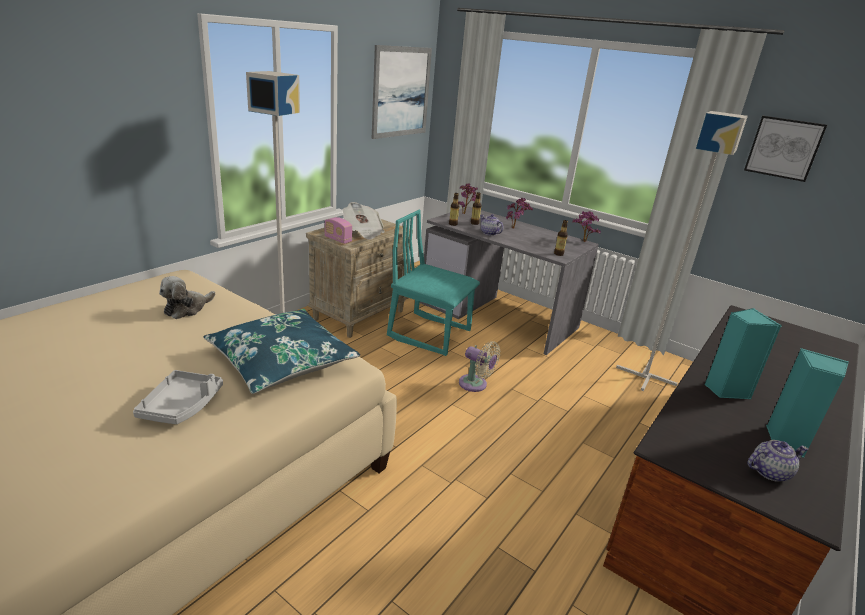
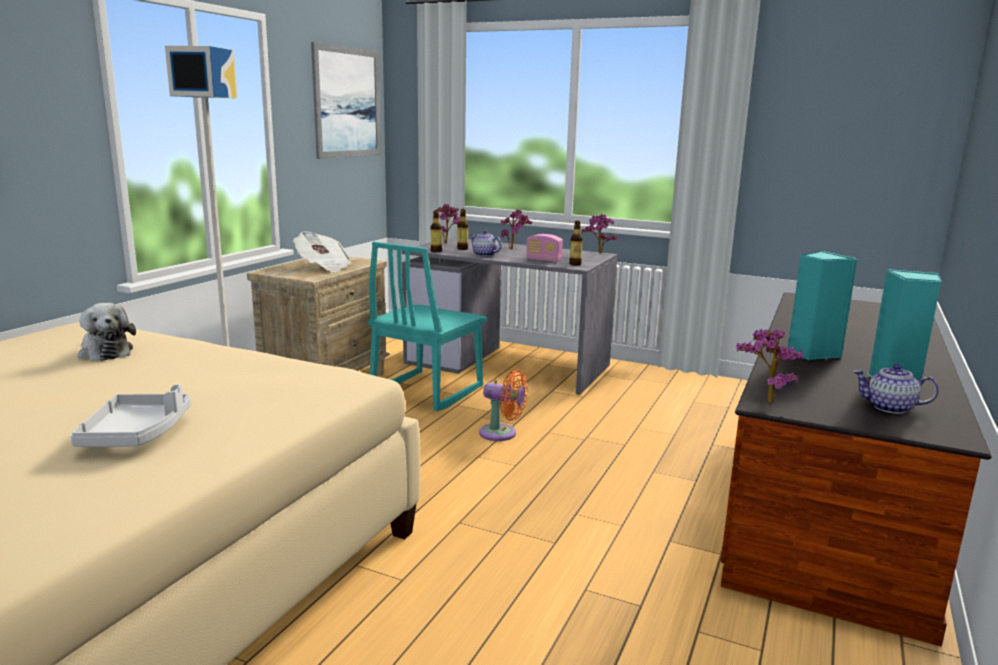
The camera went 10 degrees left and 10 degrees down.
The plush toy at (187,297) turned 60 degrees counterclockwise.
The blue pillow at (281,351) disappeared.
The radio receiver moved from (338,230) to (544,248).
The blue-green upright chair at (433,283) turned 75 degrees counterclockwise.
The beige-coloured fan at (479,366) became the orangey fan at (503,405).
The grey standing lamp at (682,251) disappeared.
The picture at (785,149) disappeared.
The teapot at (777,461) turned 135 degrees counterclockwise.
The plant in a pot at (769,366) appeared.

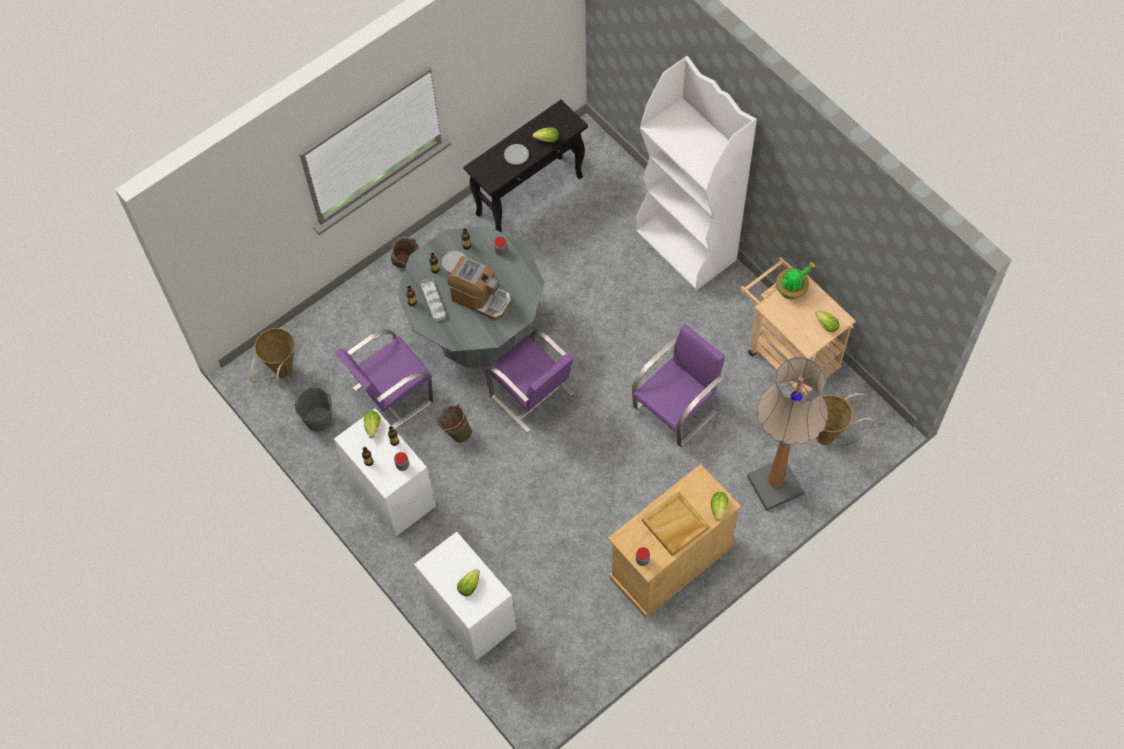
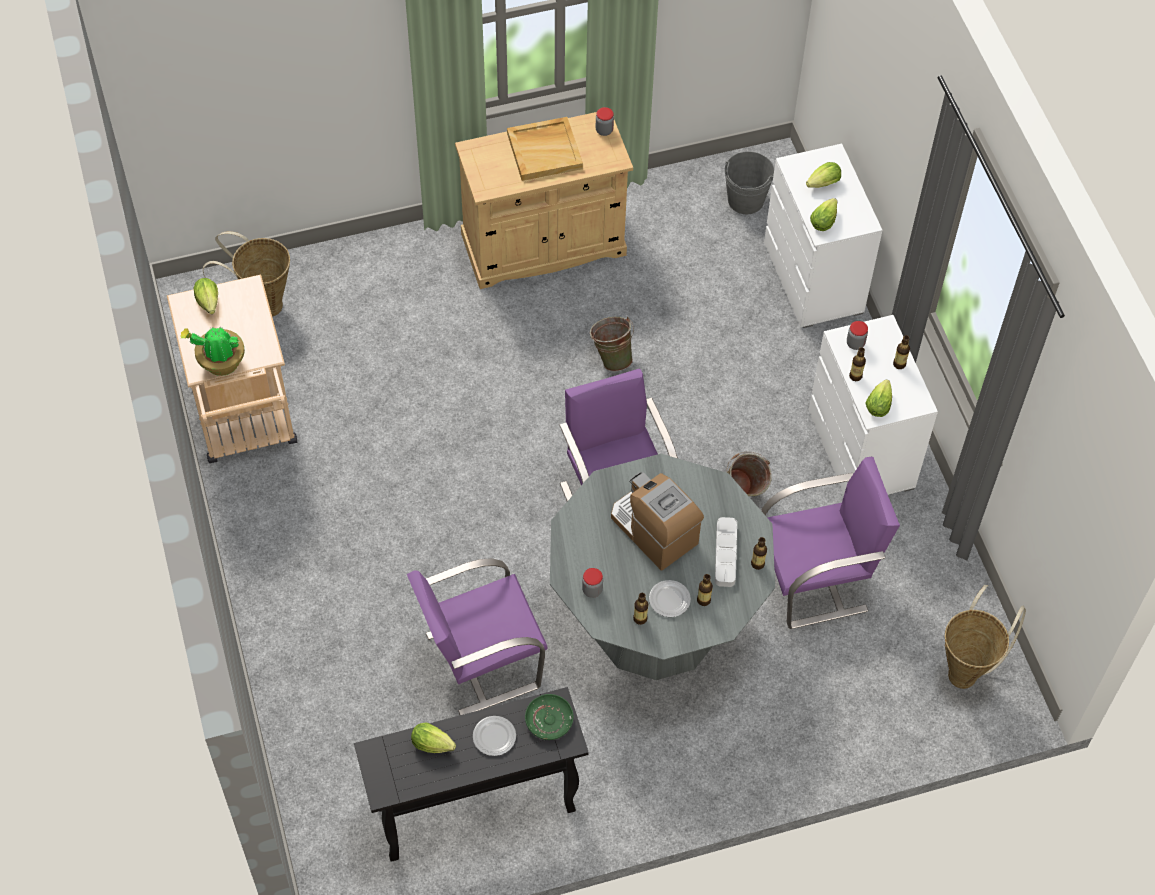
The camera went 160 degrees left and 5 degrees down.
The grey bucket moved from (313,408) to (749,182).
The greenish bucket moved from (405,252) to (612,344).
The purplish upright chair moved from (678,385) to (477,636).
The whitish bookcase at (696,173) disappeared.
The lettuce moved from (720,506) to (823,214).
The standing lamp at (787,434) disappeared.
The greenish plate at (549,717) appeared.

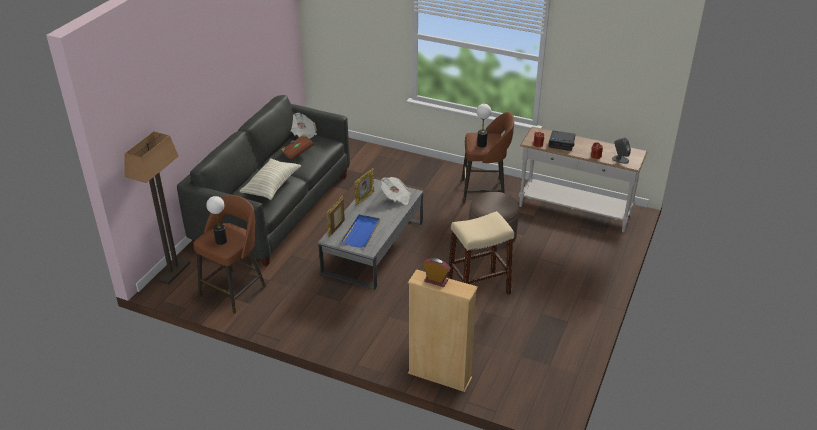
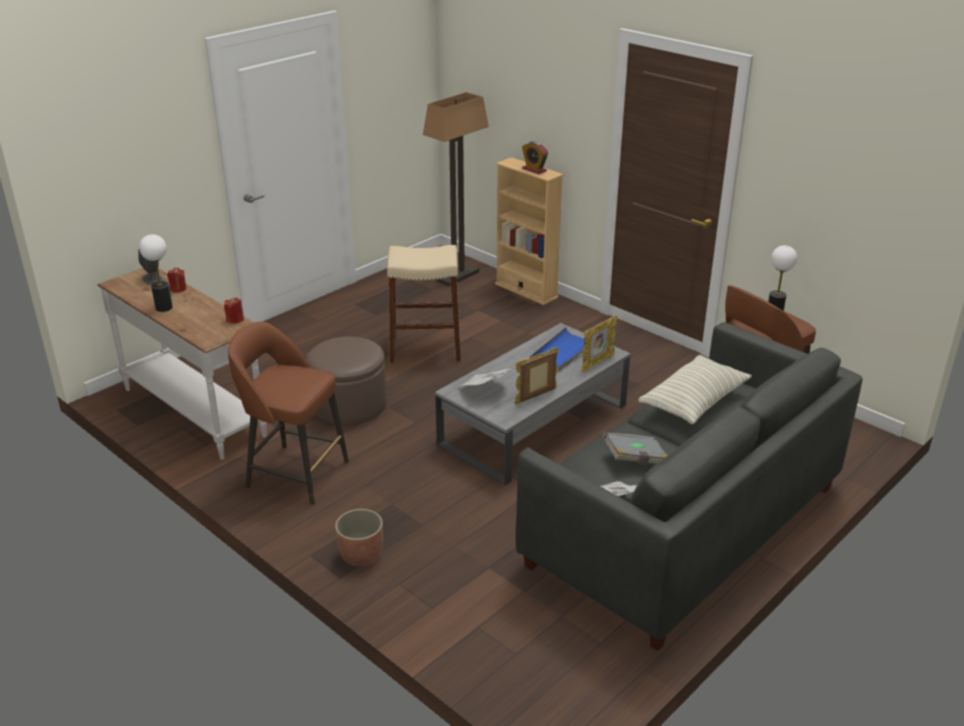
The camera went 160 degrees left and 5 degrees down.
The standing lamp moved from (157,208) to (456,189).
The brown bound book at (297,147) became the grey bound book at (635,448).
The table lamp moved from (483,125) to (156,273).
The bedside clock at (562,140) disappeared.
The plant pot at (359,537) appeared.

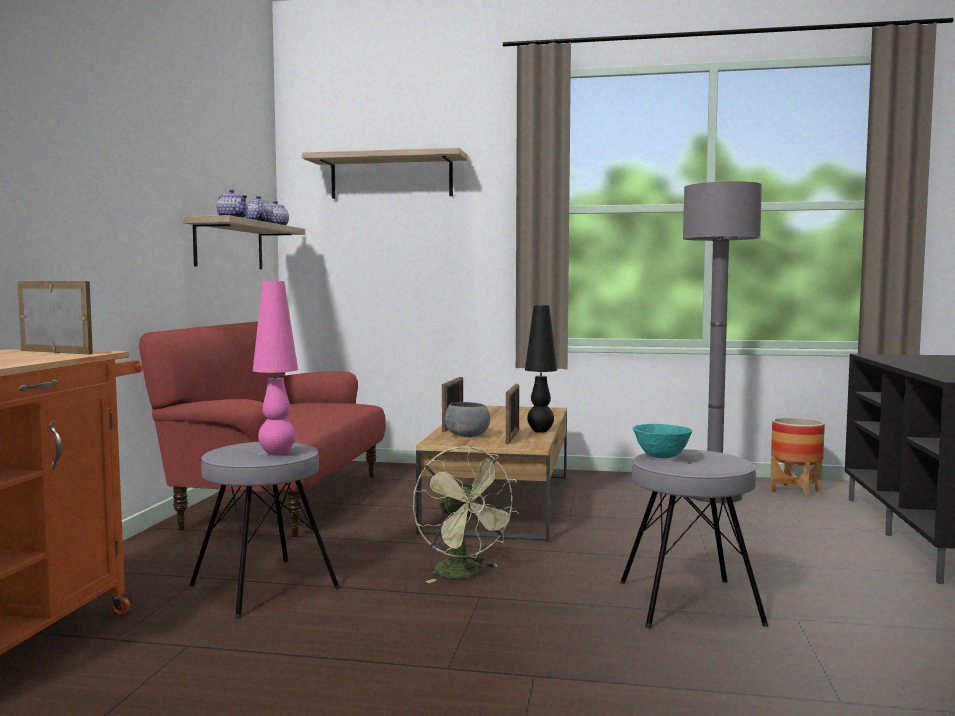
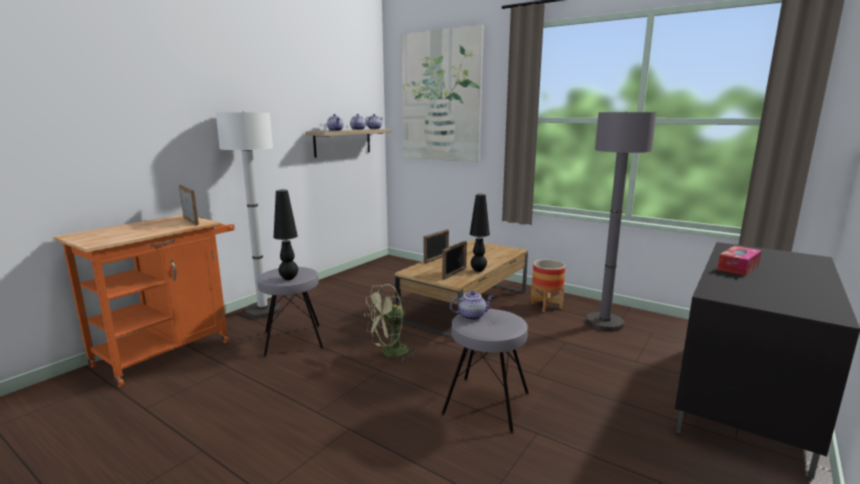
The camera went 25 degrees right and 10 degrees up.
The red-coloured settee at (262,429) disappeared.
The pink table lamp at (275,368) became the black table lamp at (285,235).
The wall shelf at (385,173) was replaced by the picture at (442,93).
The greenish fan at (466,514) turned 60 degrees clockwise.
The grey bowl at (467,419) disappeared.
The blue-green bowl at (662,441) was replaced by the teapot at (472,305).
The plant pot moved from (797,457) to (547,286).
The whitish standing lamp at (248,215) appeared.
The tissue holder at (739,261) appeared.

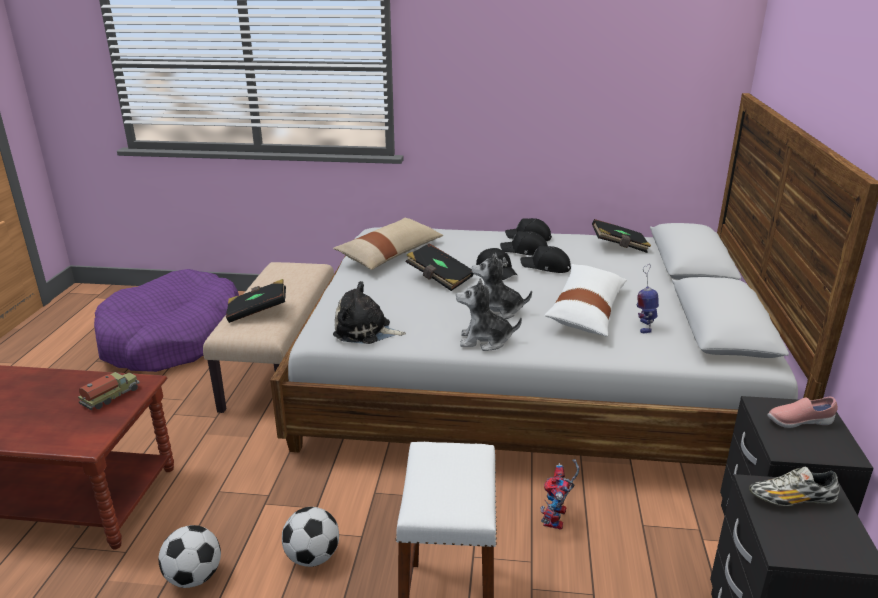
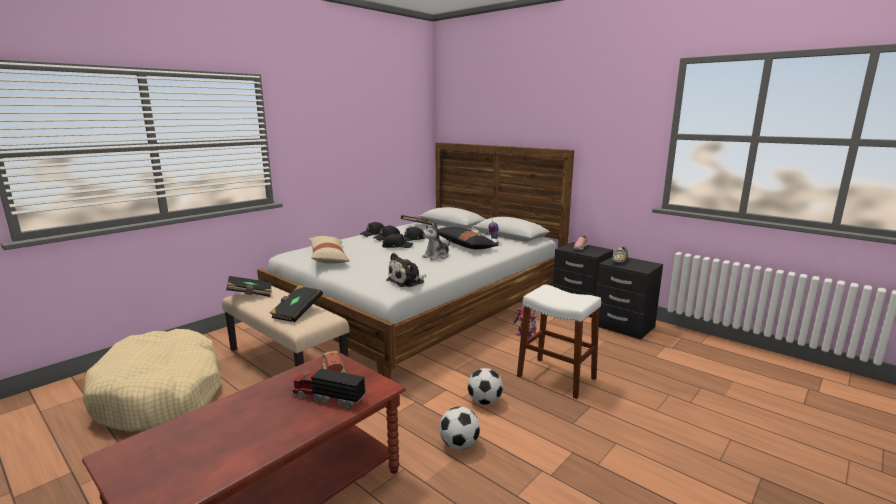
The camera went 55 degrees left and 10 degrees down.
The purplish dog cushion at (166,320) became the beige-coloured dog cushion at (152,380).
The black bound book moved from (440,267) to (249,286).
The plush toy at (489,314) disappeared.
The whitish pillow at (585,300) became the black pillow at (468,238).
The toy truck at (328,389) appeared.

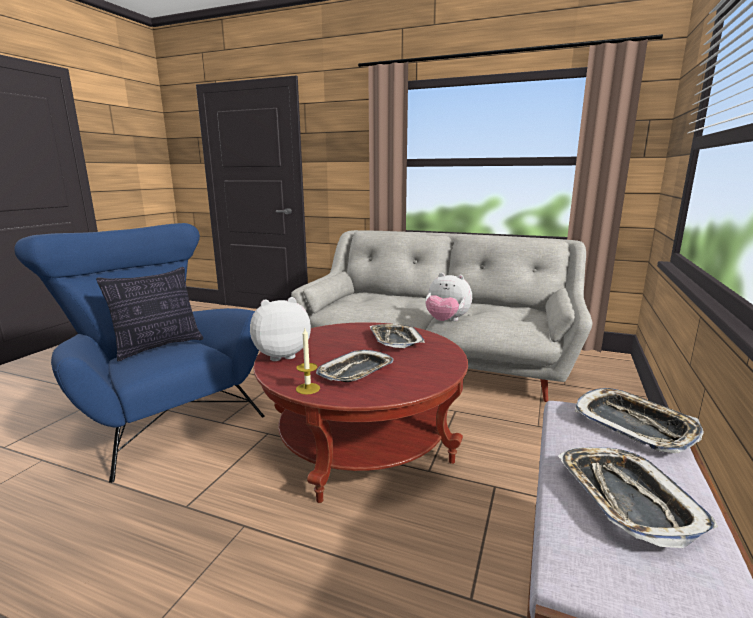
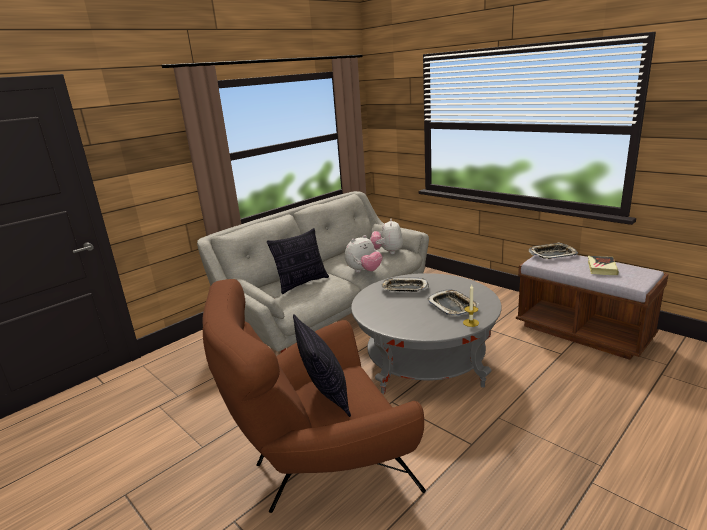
The camera went 65 degrees left and 5 degrees up.
The blue easy chair at (139,353) became the brown easy chair at (314,396).
The plush toy moved from (280,329) to (386,236).
The red-coloured low table at (360,412) became the grey low table at (426,333).
The tray at (638,497) was replaced by the bound book at (603,265).
The pillow at (298,261) appeared.

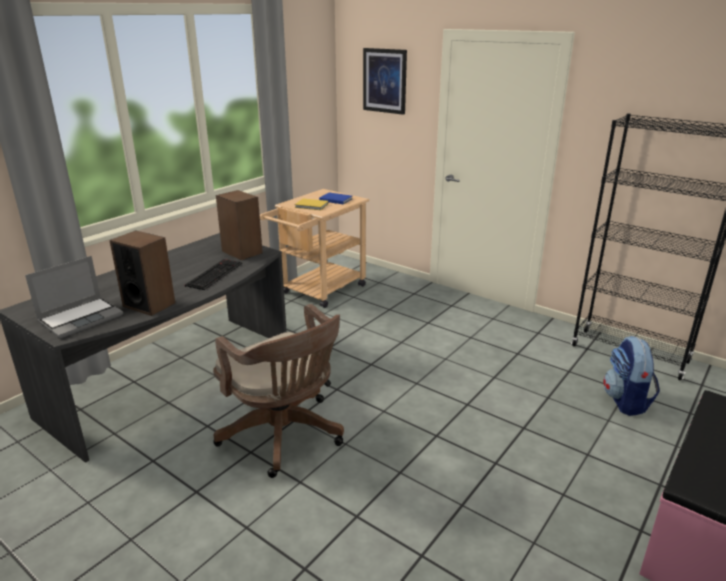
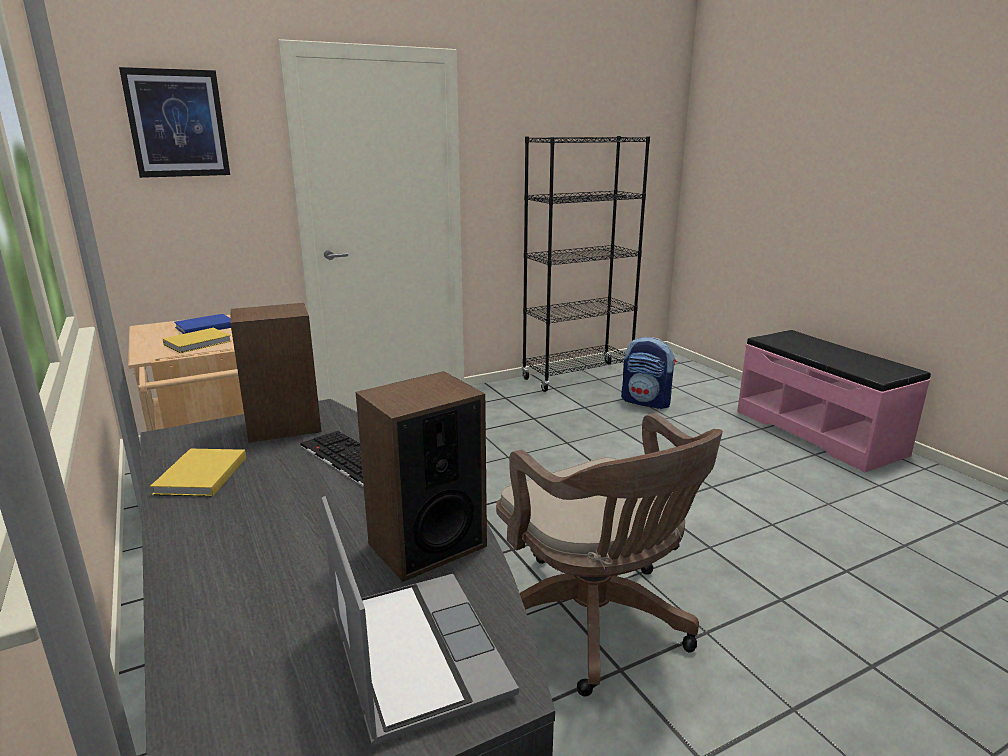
The camera went 65 degrees left and 5 degrees down.
The brown desk chair at (278,391) turned 75 degrees clockwise.
The yellow-coloured bound book at (198,473) appeared.

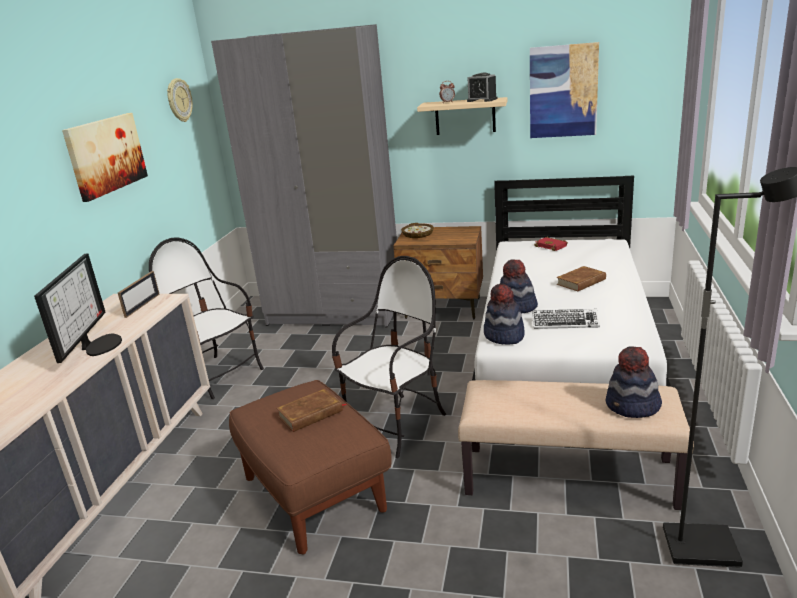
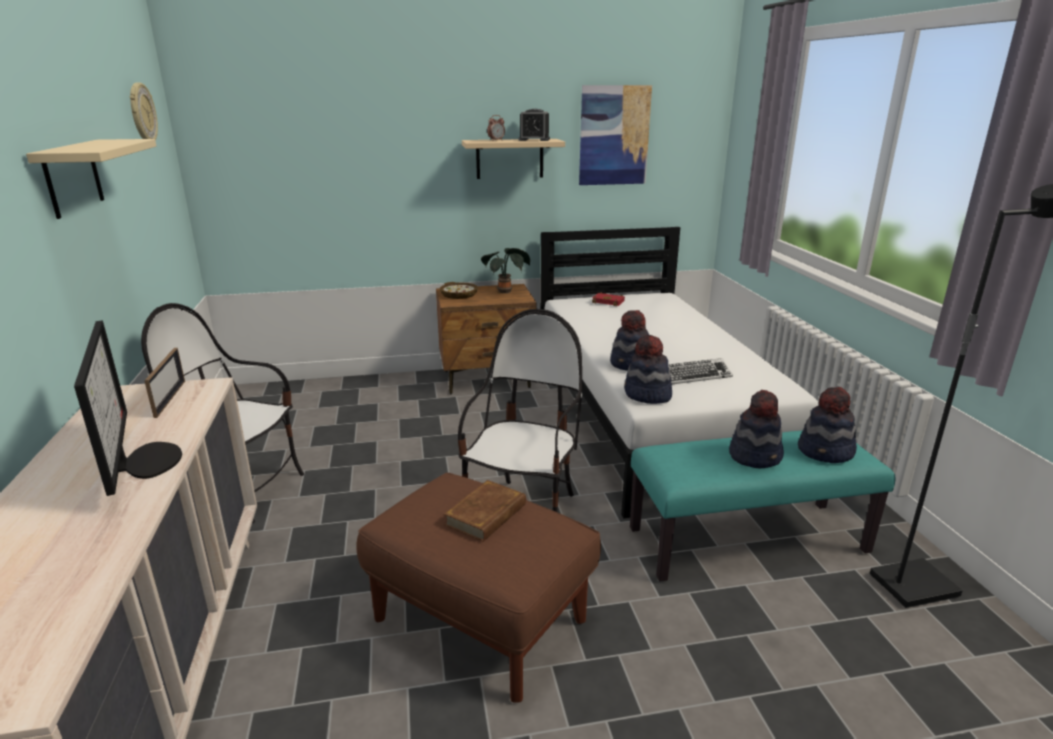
The camera went 25 degrees left and 0 degrees up.
The picture at (105,157) was replaced by the beige-coloured wall shelf at (91,179).
The grey clothes cupboard at (304,175) disappeared.
The beige-coloured long seat at (576,445) became the blue-green long seat at (763,506).
The brown bound book at (581,278) disappeared.
The plant in a pot at (505,270) appeared.
The wearable hat at (756,429) appeared.

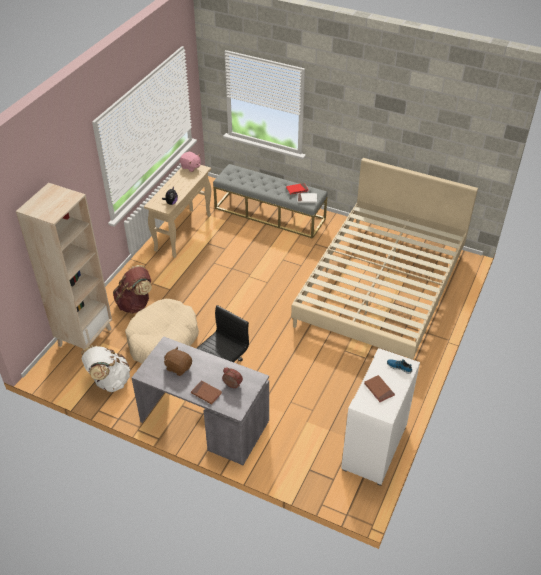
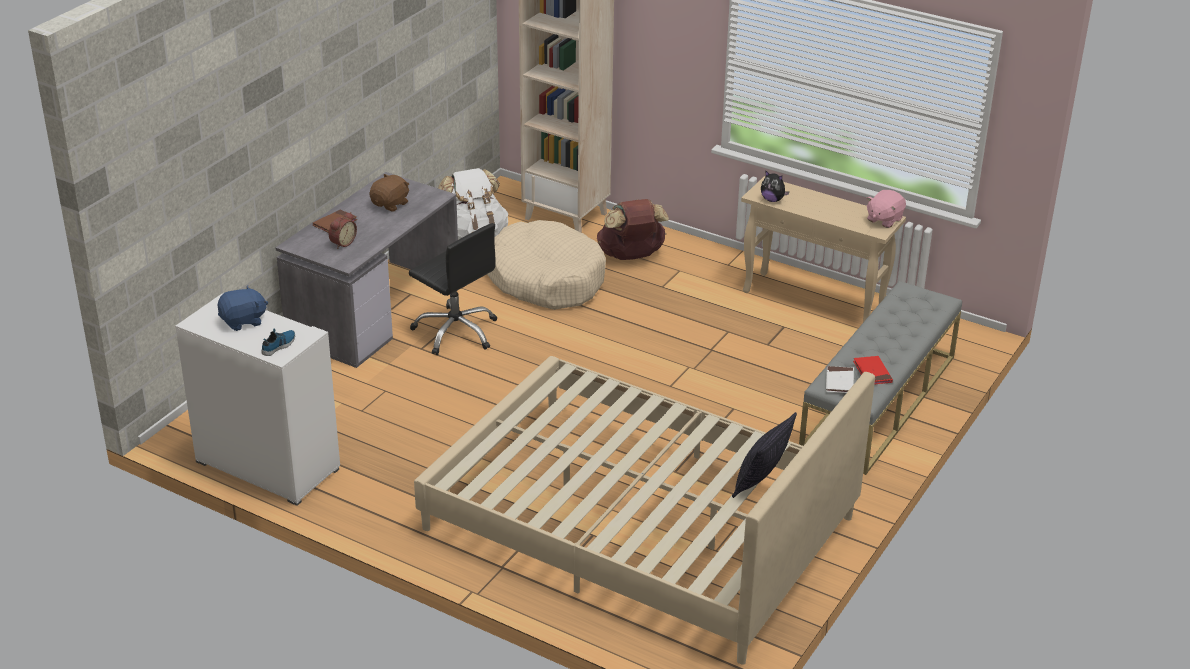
The camera went 95 degrees right and 10 degrees down.
The brown bound book at (379,388) was replaced by the blue plush toy at (242,308).
The pillow at (764,455) appeared.

